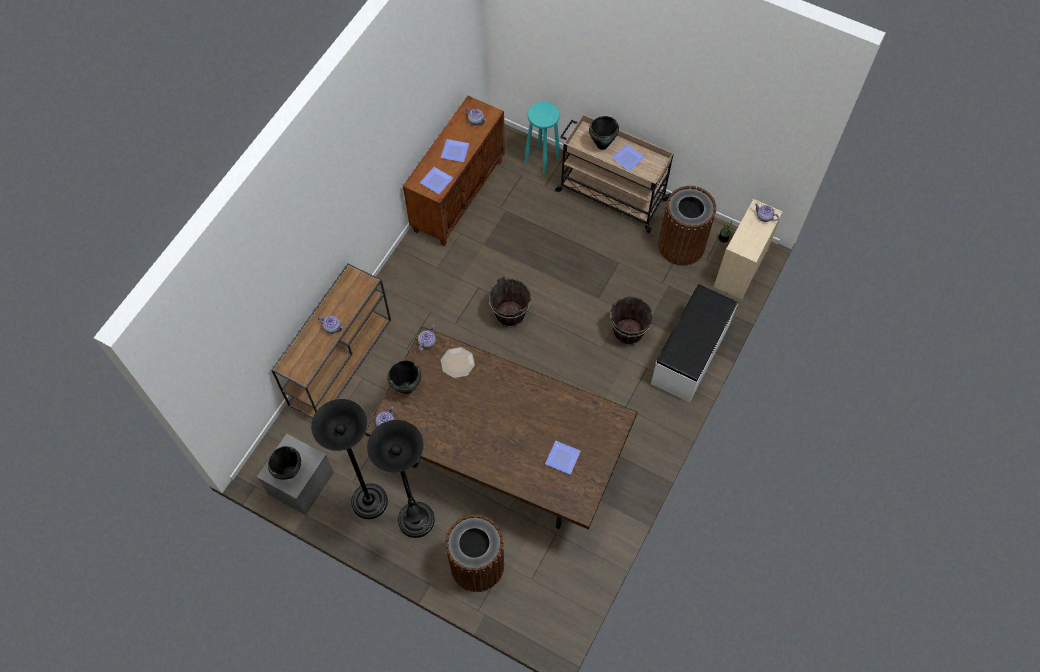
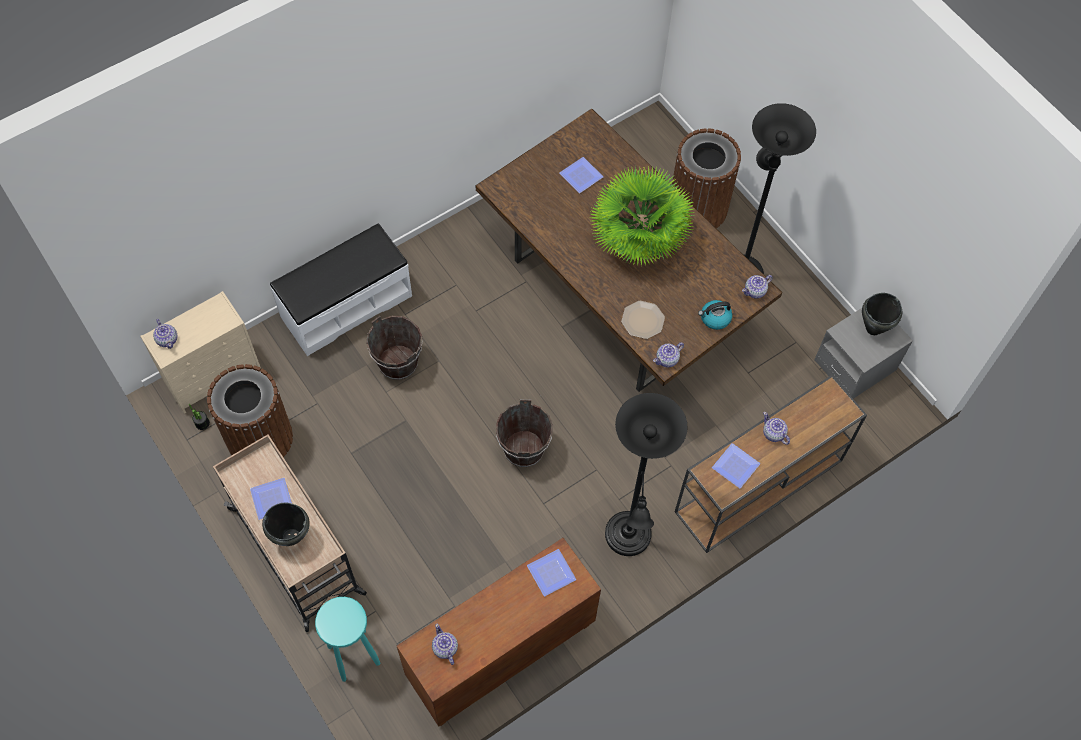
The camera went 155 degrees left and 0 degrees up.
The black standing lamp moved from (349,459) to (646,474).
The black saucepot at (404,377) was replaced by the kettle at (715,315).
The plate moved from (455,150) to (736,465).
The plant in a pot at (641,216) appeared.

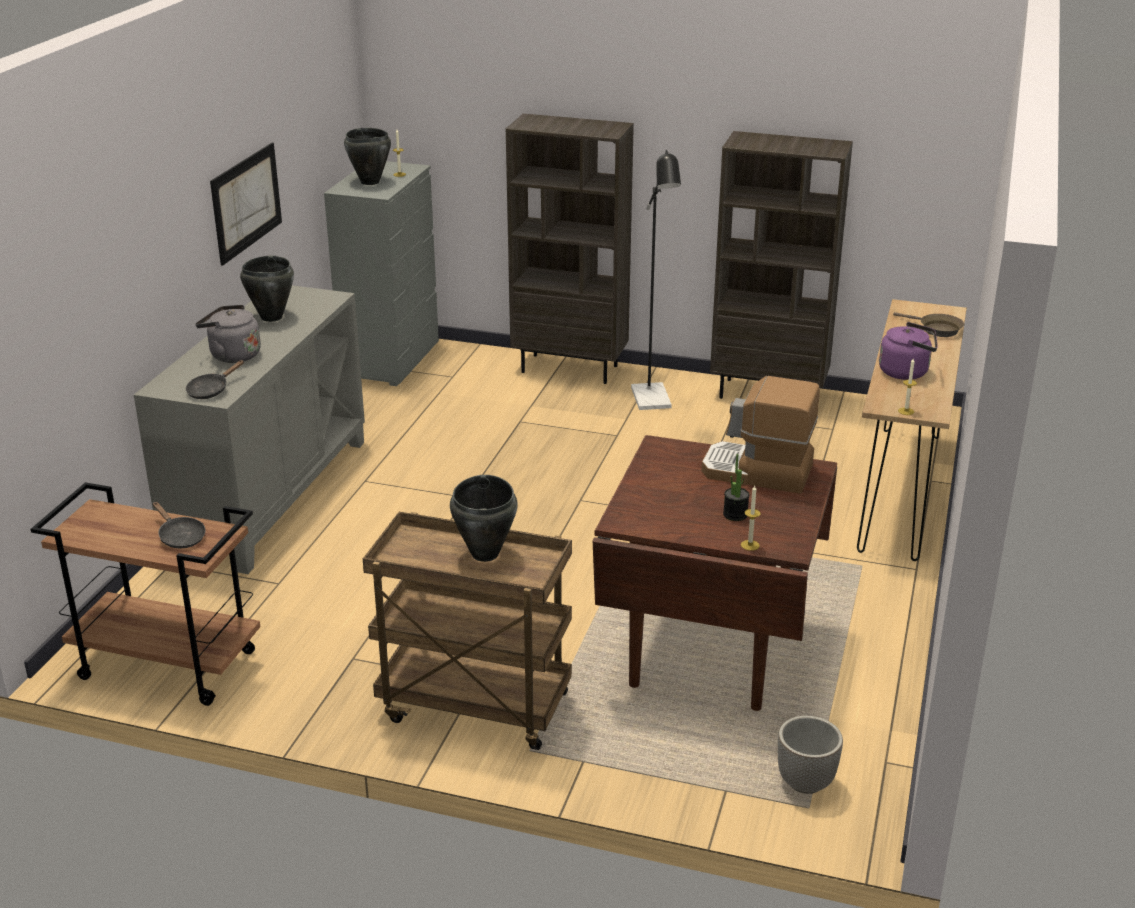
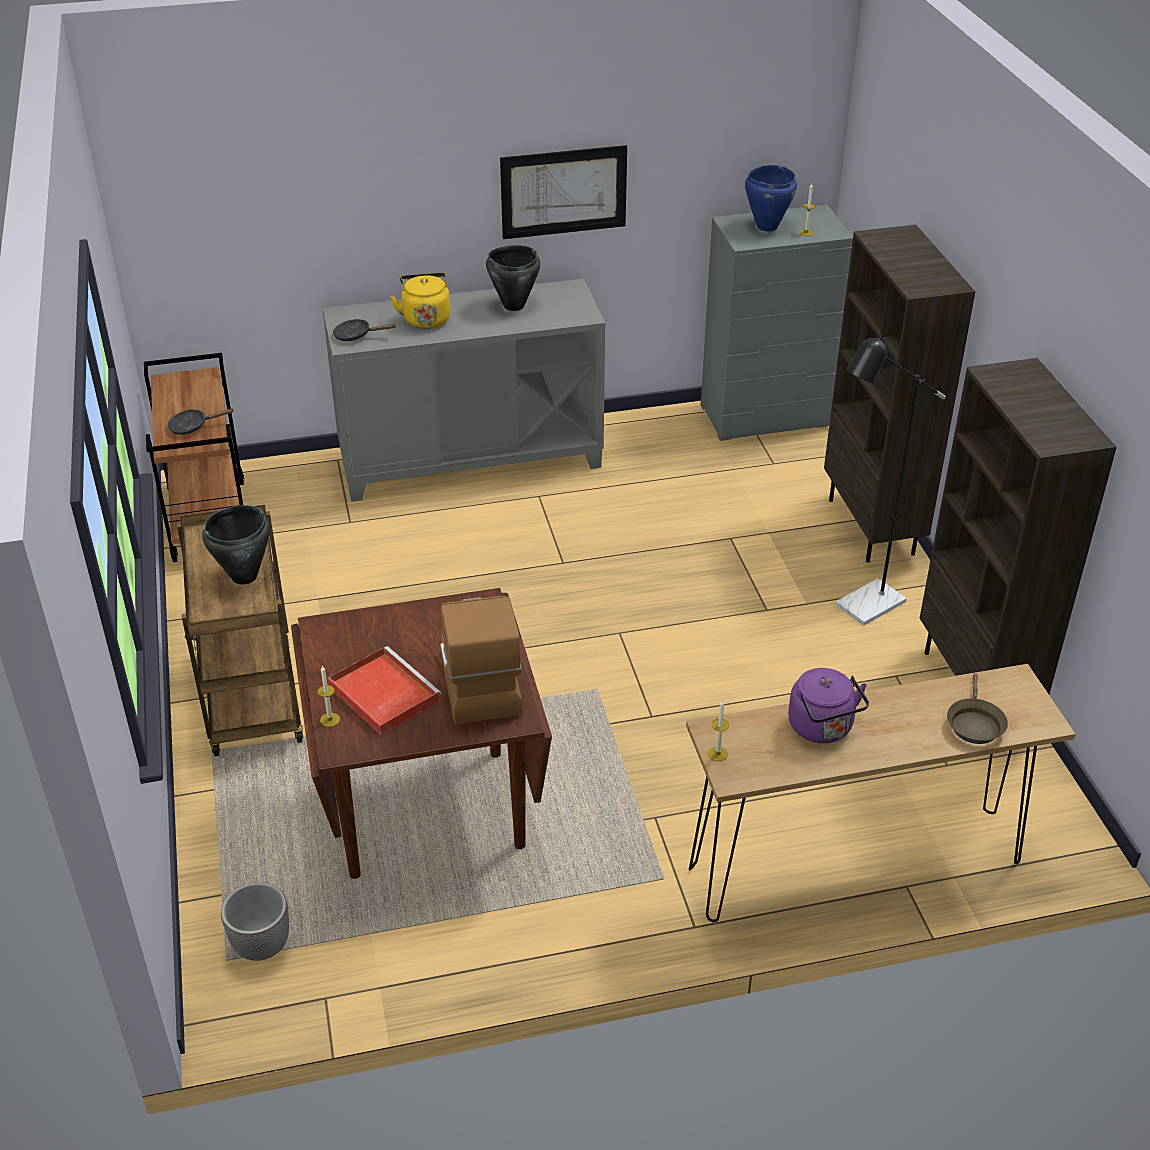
The camera went 60 degrees right and 10 degrees up.
The black skillet at (179,525) turned 60 degrees clockwise.
The grey kettle at (228,334) became the yellow-coloured kettle at (420,301).
The black saucepot at (367,156) became the blue saucepot at (771,198).
The plant in a pot at (736,487) was replaced by the red-coloured tray at (384,690).

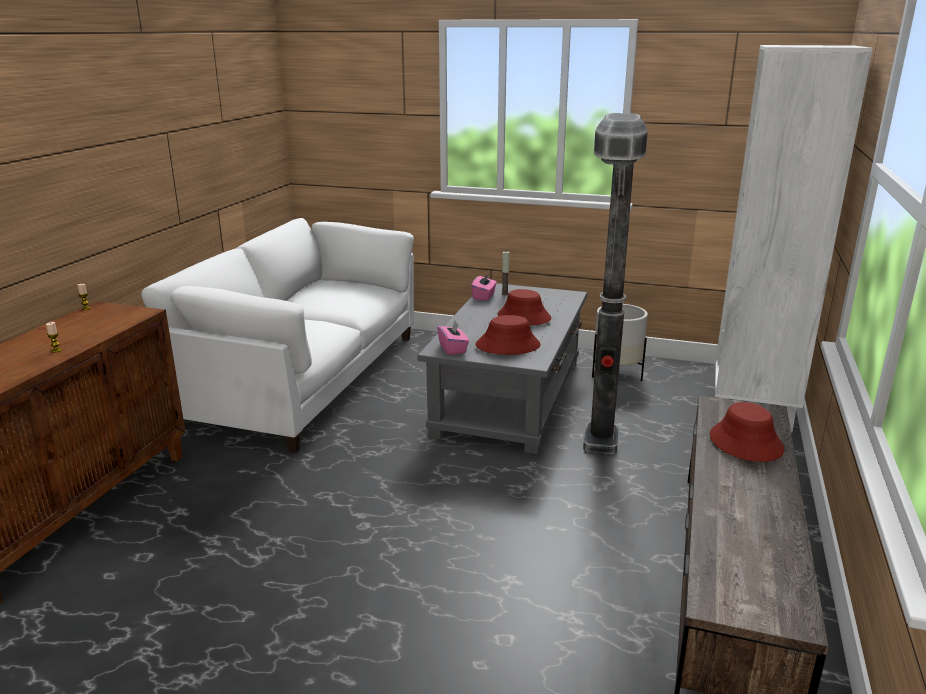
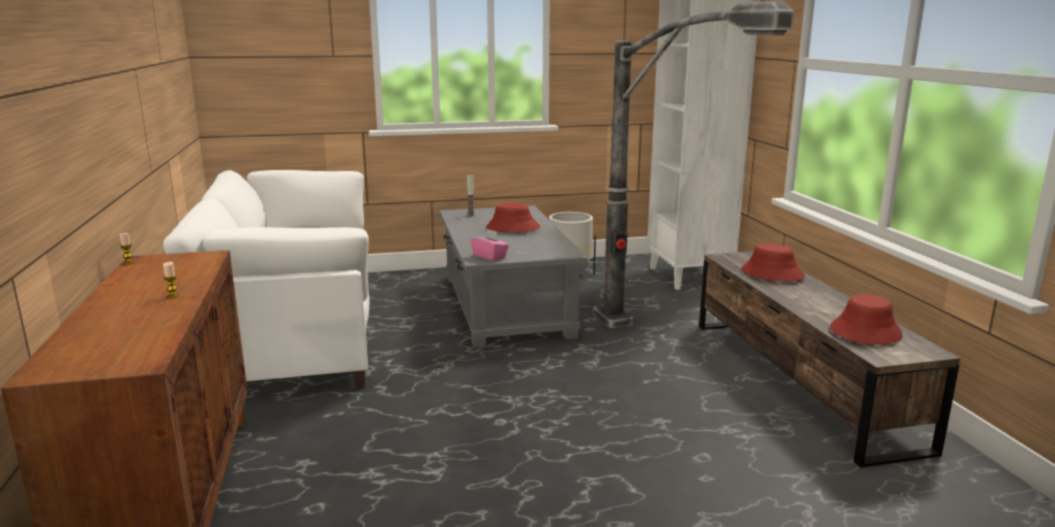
The camera went 30 degrees left and 5 degrees down.
The pink tissue holder at (484,287) disappeared.
The red-coloured wearable hat moved from (508,335) to (866,319).

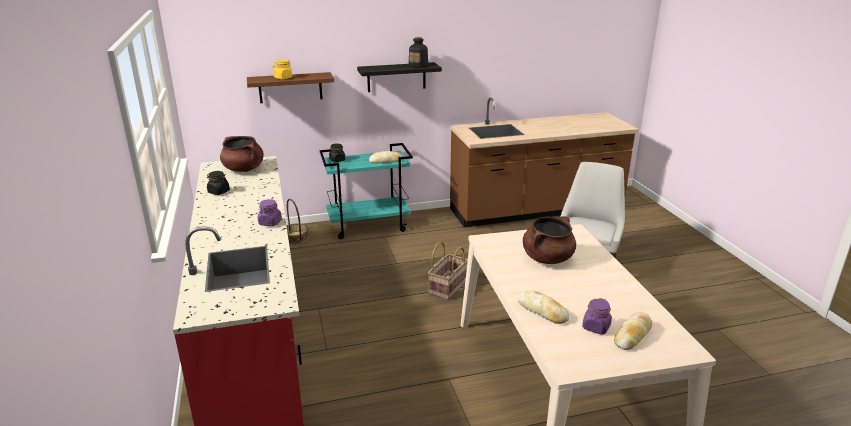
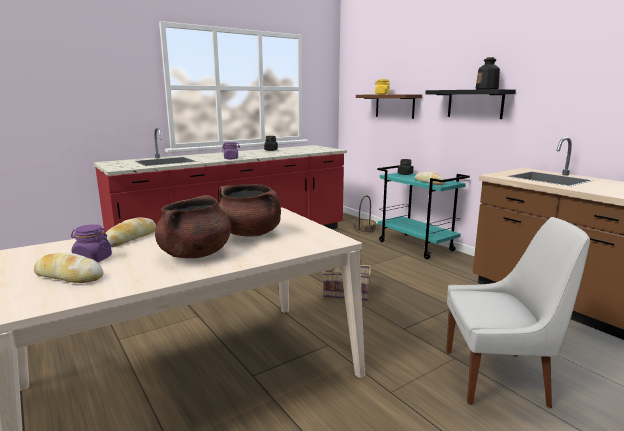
The camera went 70 degrees right and 10 degrees down.
The brown saucepot moved from (242,154) to (193,226).

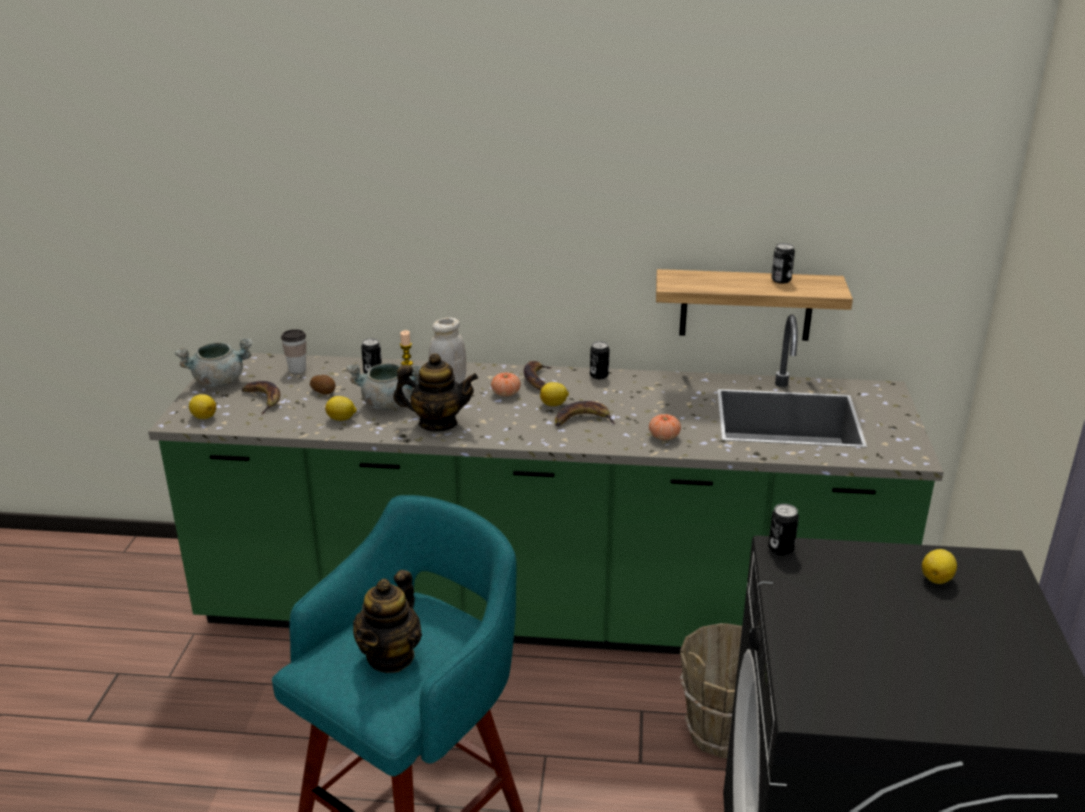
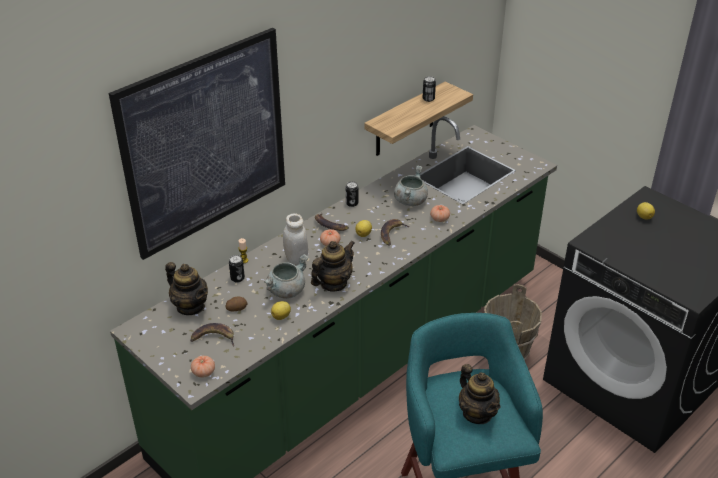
The camera went 50 degrees left and 10 degrees up.
The grey saucepot moved from (214,362) to (411,185).
The citrus fruit at (202,406) was replaced by the tomato at (203,367).
The drinking cup at (293,351) was replaced by the teapot at (186,288).
The sealed can at (783,530) disappeared.
The picture at (197,144) appeared.

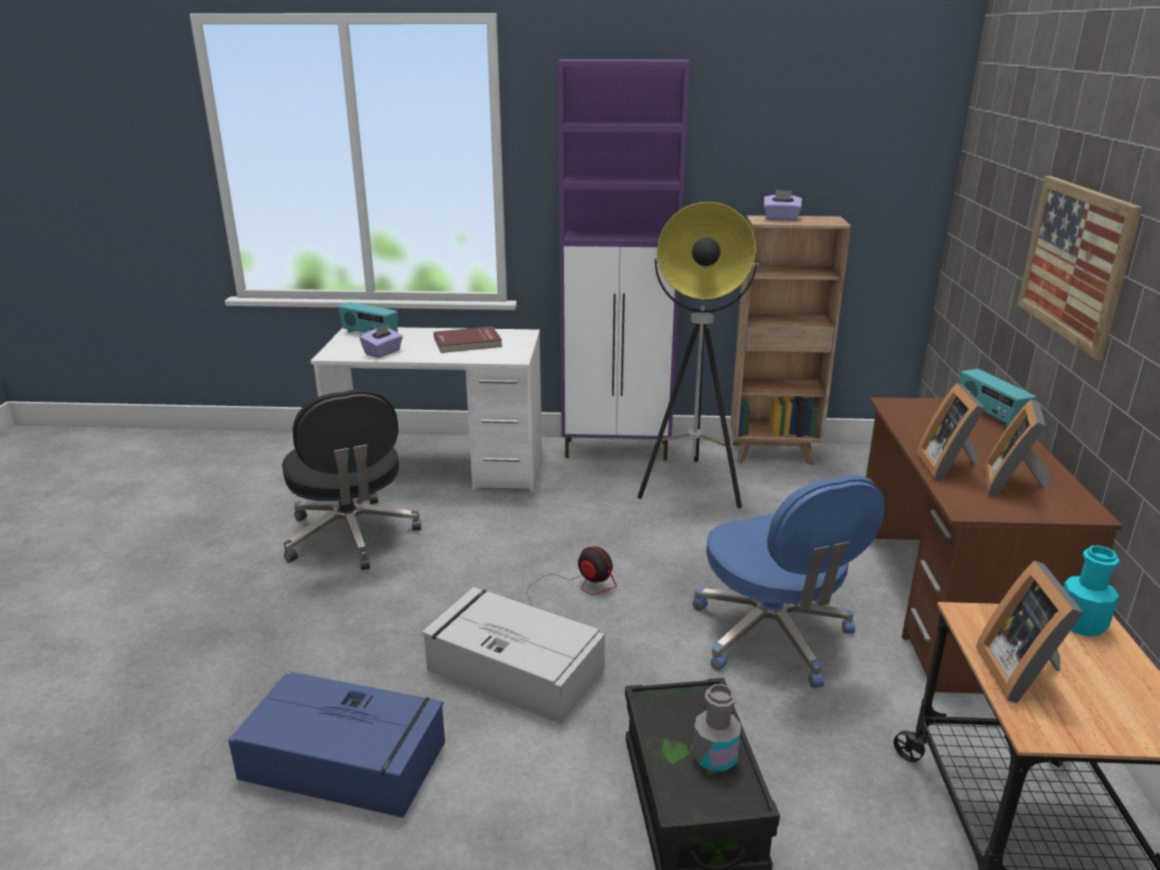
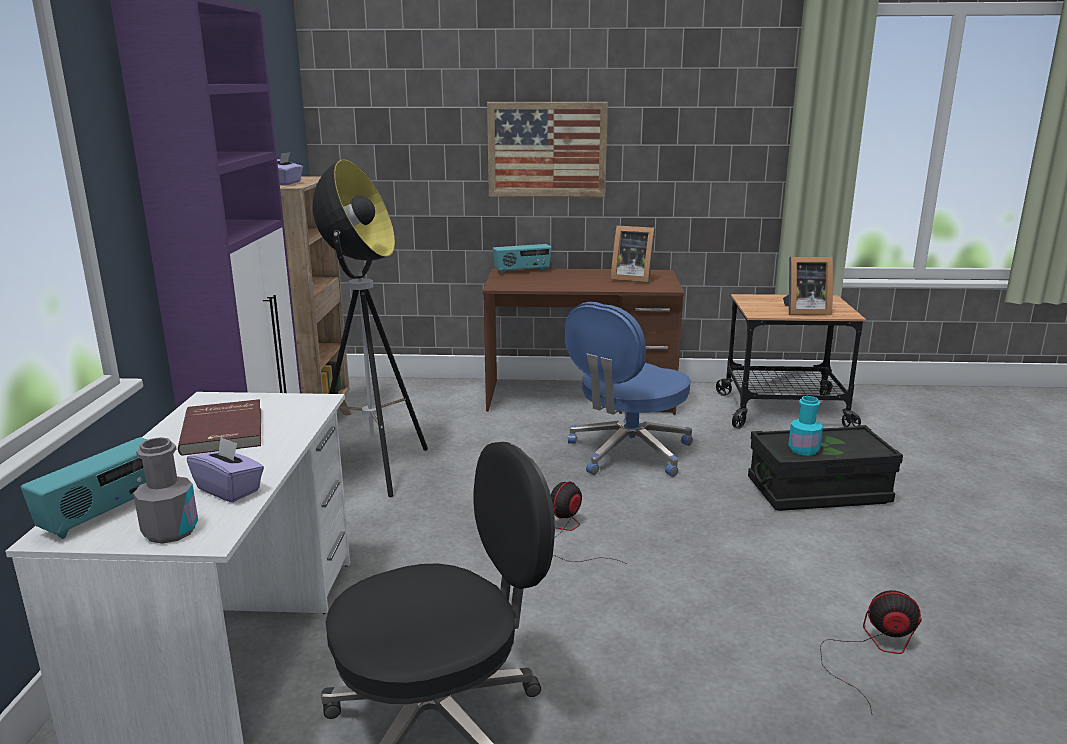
The camera went 90 degrees left and 5 degrees down.
The blue storage bin at (336,745) was replaced by the fan at (871,652).
The grey storage bin at (513,655) disappeared.
The grey beverage bottle moved from (716,728) to (165,490).
The blue desk chair at (789,581) turned 150 degrees clockwise.
The picture frame at (951,432) disappeared.
The blue-green beverage bottle moved from (1091,591) to (805,426).

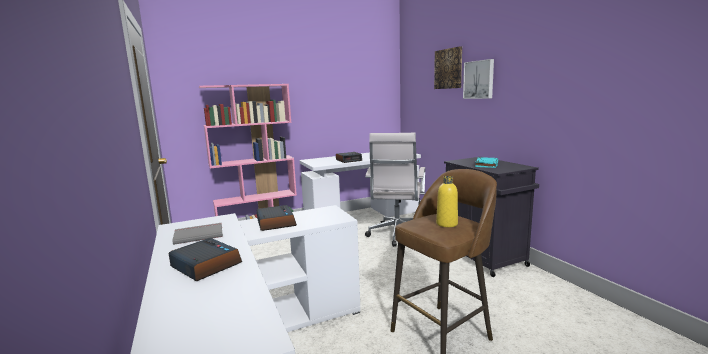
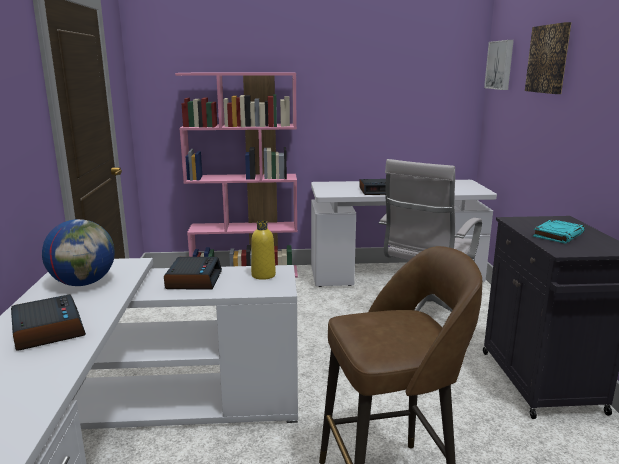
The camera went 20 degrees right and 5 degrees up.
The grey bound book at (197,234) was replaced by the desk globe at (78,252).
The yellow-coloured beverage bottle moved from (447,201) to (263,250).
The picture moved from (478,79) to (499,65).

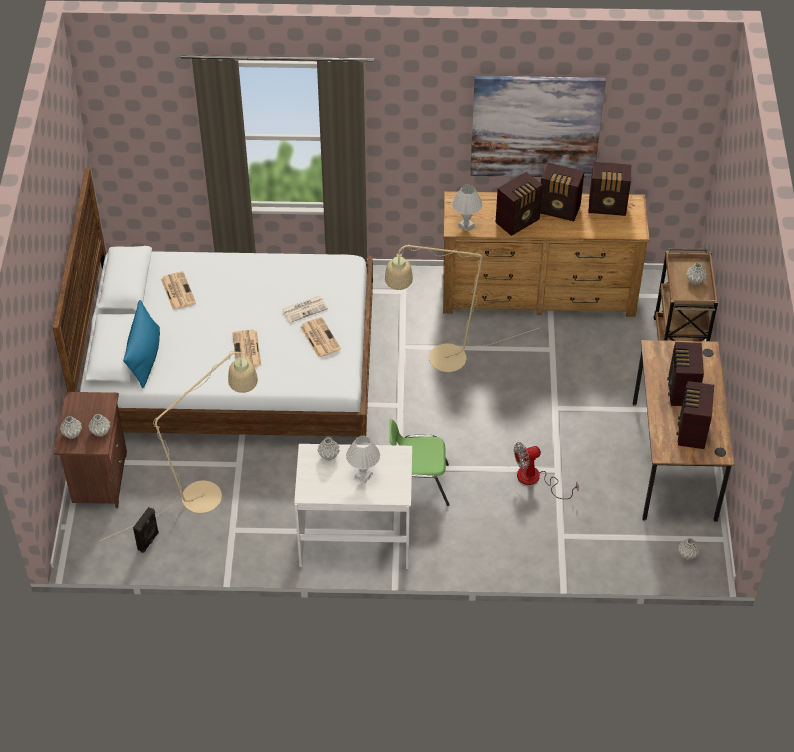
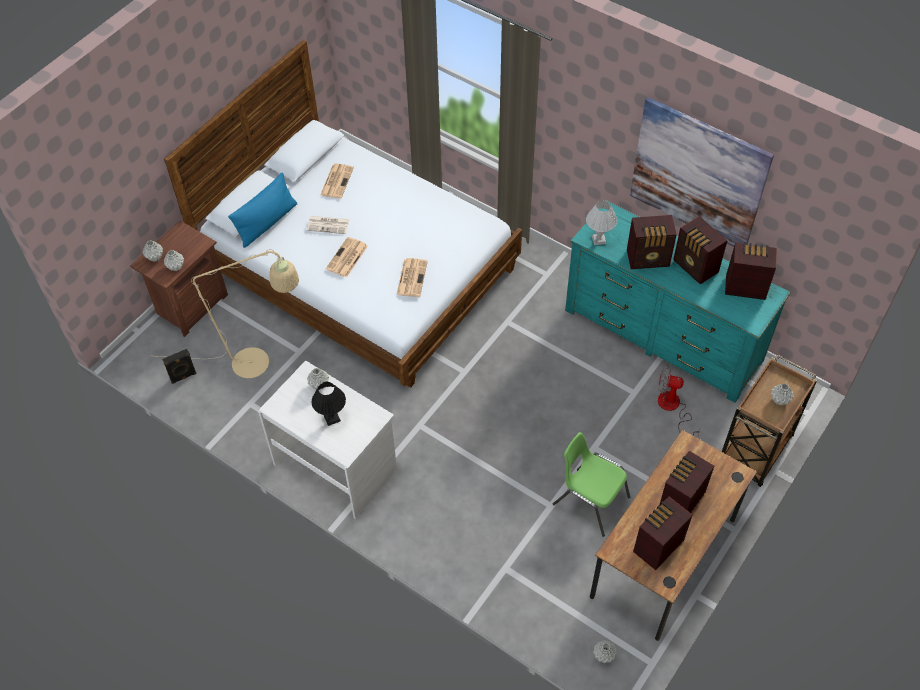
The camera went 35 degrees right and 5 degrees up.
The daily paper moved from (305,309) to (328,225).
The whitish table lamp at (363,459) became the black table lamp at (329,404).
The beige-coloured standing lamp at (463,308) disappeared.
The greenish upright chair moved from (419,462) to (591,484).
The brown drawer chest at (546,254) became the blue-green drawer chest at (678,301).
The fan moved from (546,470) to (679,401).
The radio receiver at (609,189) turned 150 degrees clockwise.

